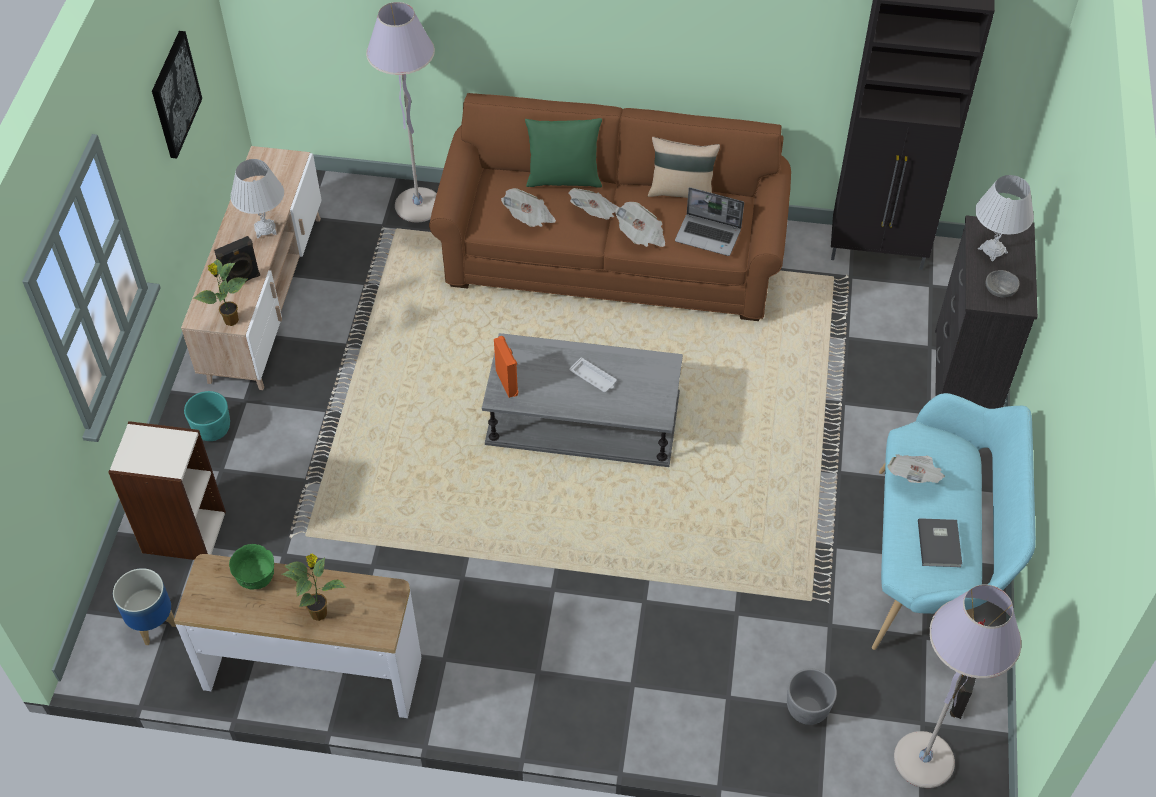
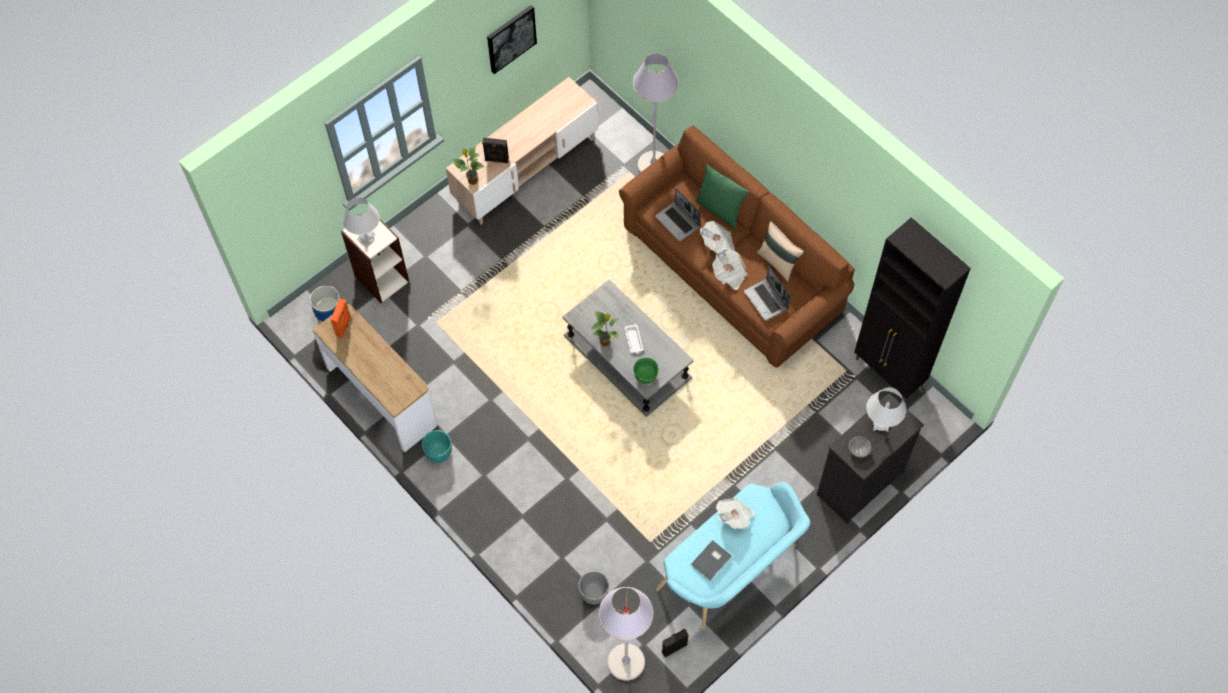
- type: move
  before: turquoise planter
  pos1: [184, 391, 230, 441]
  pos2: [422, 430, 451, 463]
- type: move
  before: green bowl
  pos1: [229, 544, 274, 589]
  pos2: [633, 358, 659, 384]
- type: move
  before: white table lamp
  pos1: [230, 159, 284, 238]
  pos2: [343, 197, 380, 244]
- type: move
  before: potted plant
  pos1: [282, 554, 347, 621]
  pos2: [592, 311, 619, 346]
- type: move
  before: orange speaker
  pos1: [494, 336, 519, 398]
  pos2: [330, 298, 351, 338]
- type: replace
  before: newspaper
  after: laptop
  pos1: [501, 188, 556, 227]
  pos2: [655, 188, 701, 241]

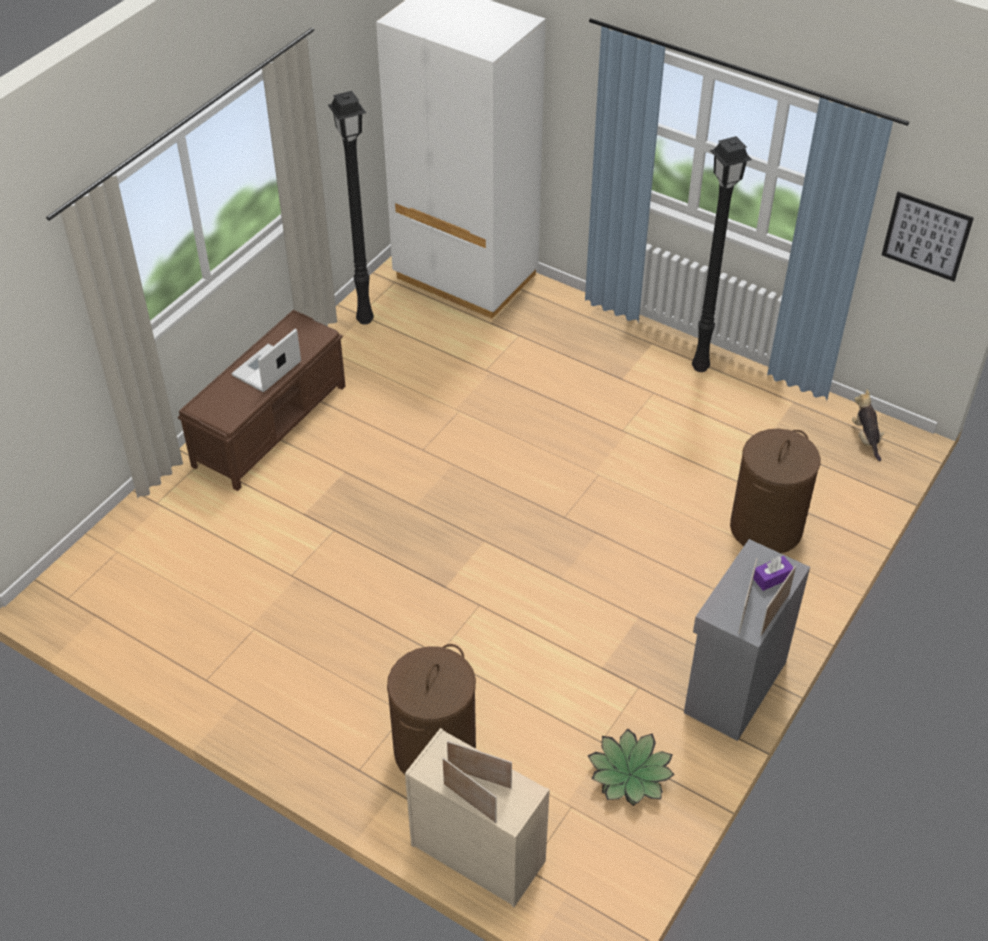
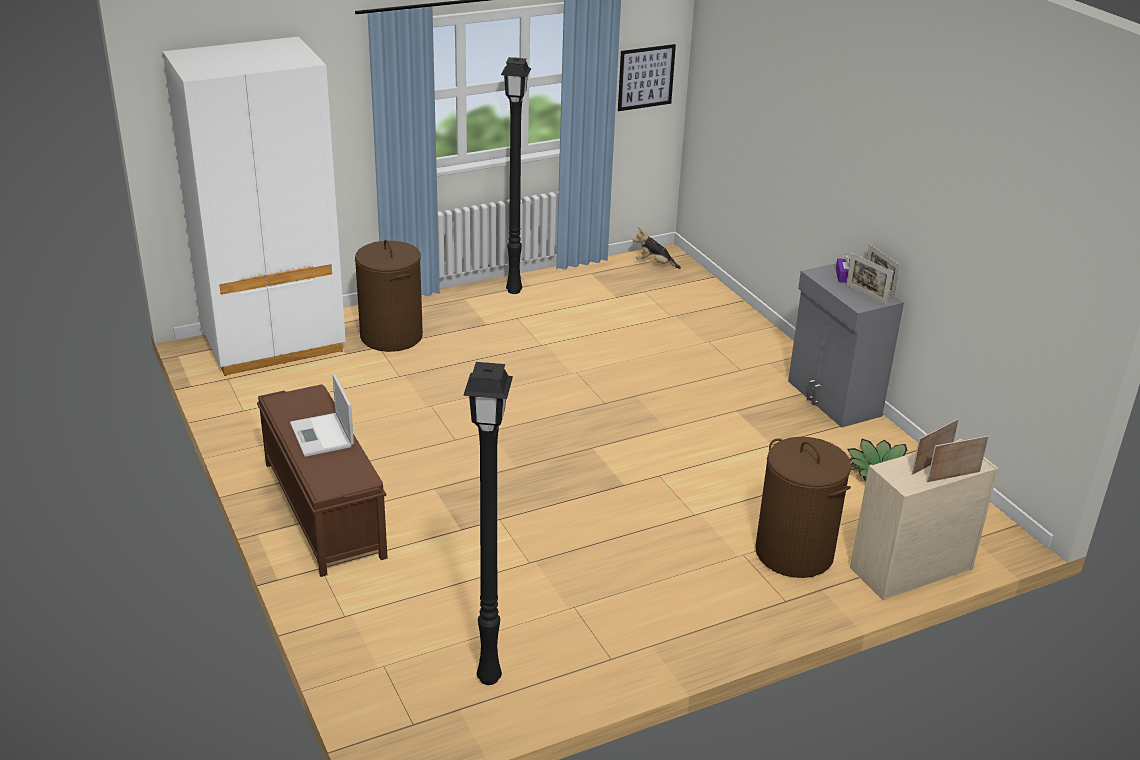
- type: move
  before: black floor lamp
  pos1: [328, 91, 374, 325]
  pos2: [463, 362, 513, 685]
- type: move
  before: brown laundry basket
  pos1: [730, 429, 821, 554]
  pos2: [355, 240, 423, 352]

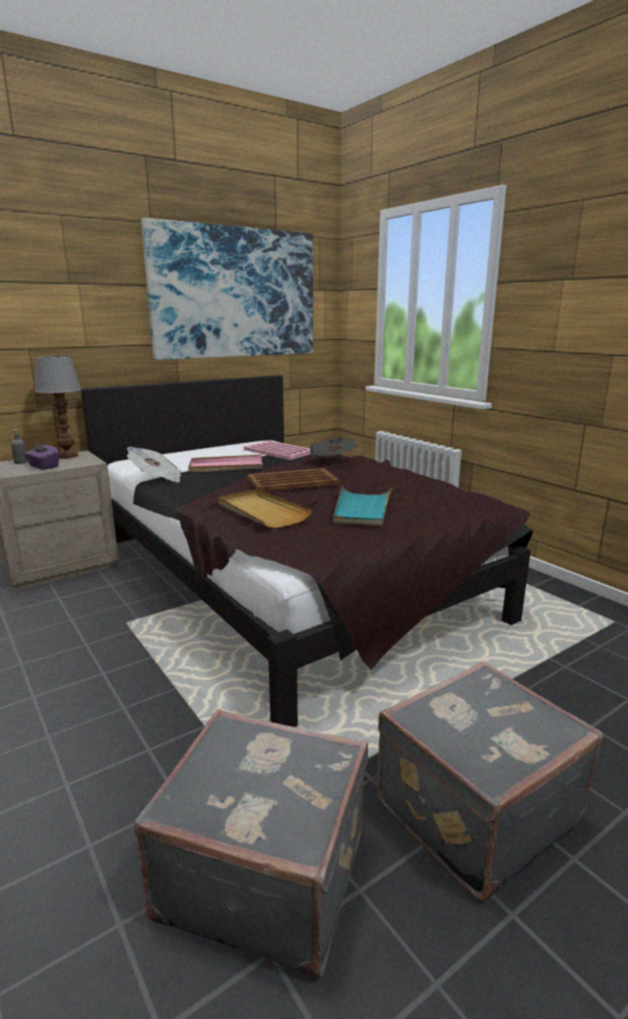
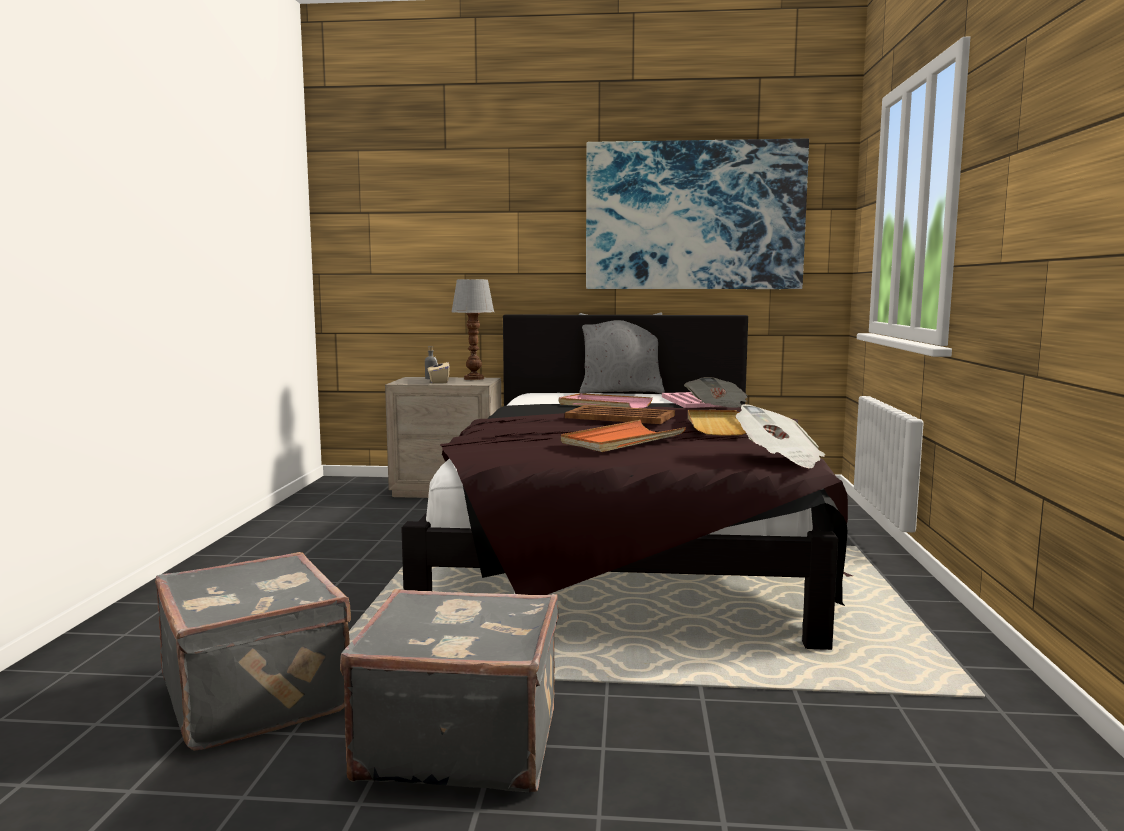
- type: insert
  after: grey pillow
  pos2: [579, 313, 665, 394]
- type: move
  before: newspaper
  pos1: [127, 447, 182, 482]
  pos2: [736, 404, 825, 469]
- type: move
  before: beige tray
  pos1: [219, 489, 312, 528]
  pos2: [688, 410, 746, 436]
- type: recolor
  before: purple tissue box
  after: beige tissue box
  pos1: [24, 442, 59, 470]
  pos2: [427, 358, 450, 383]
- type: recolor
  before: turquoise tray
  after: orange tray
  pos1: [333, 486, 392, 526]
  pos2: [561, 420, 686, 452]

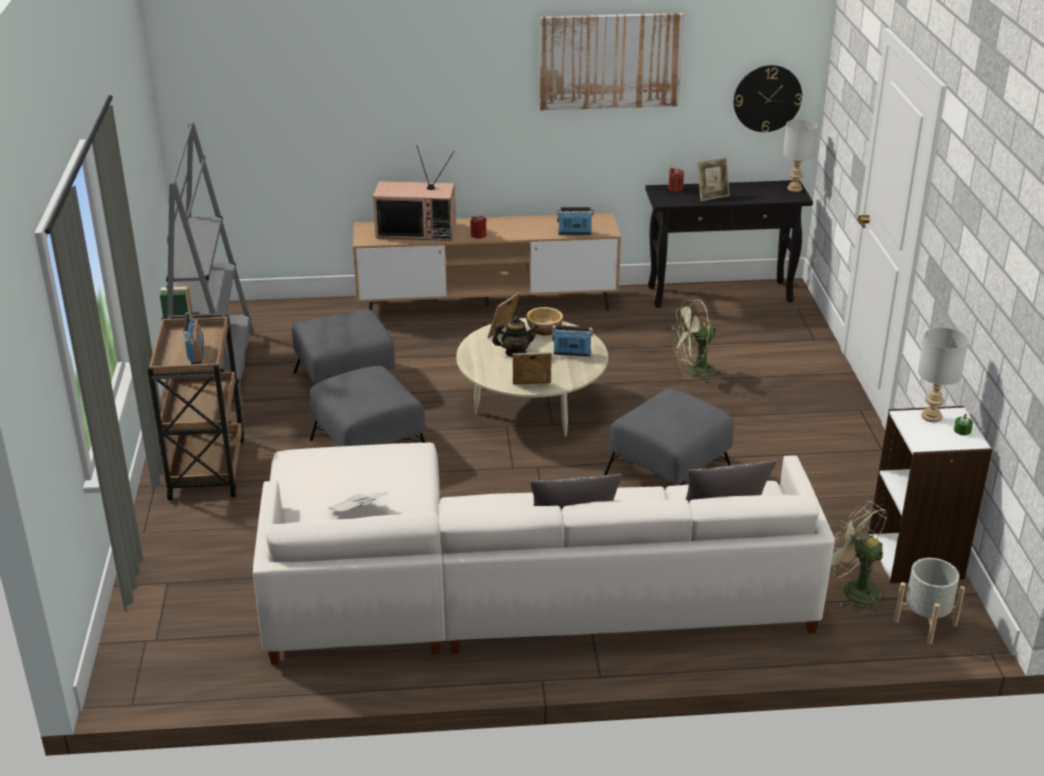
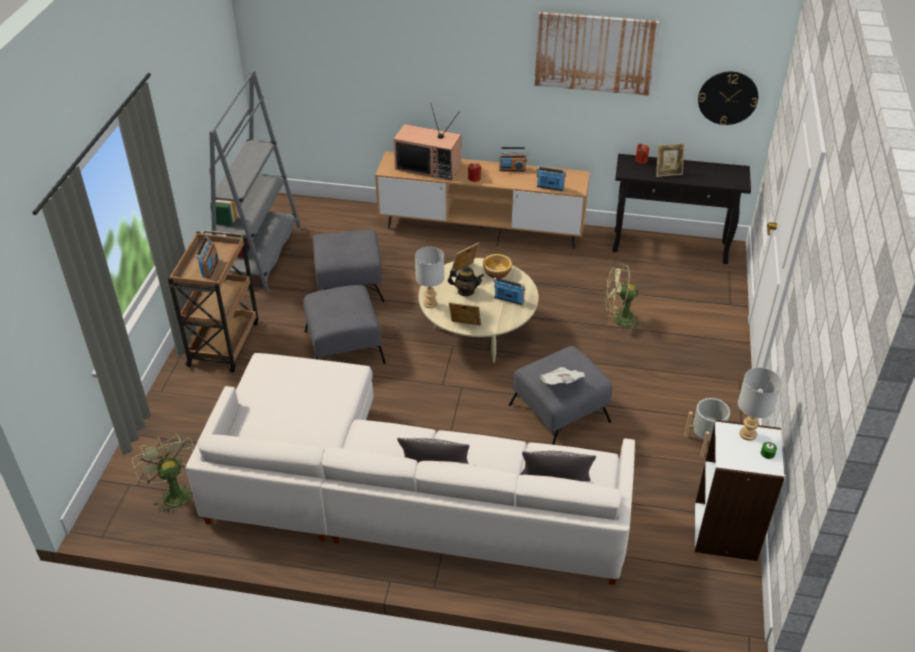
- type: insert
  after: radio
  pos2: [498, 147, 527, 171]
- type: move
  before: newspaper
  pos1: [328, 492, 388, 511]
  pos2: [540, 367, 585, 385]
- type: move
  before: grey table lamp
  pos1: [783, 119, 818, 192]
  pos2: [415, 247, 444, 308]
- type: move
  before: green fan
  pos1: [830, 501, 887, 612]
  pos2: [132, 433, 195, 515]
- type: move
  before: grey planter
  pos1: [894, 558, 965, 644]
  pos2: [684, 398, 730, 457]

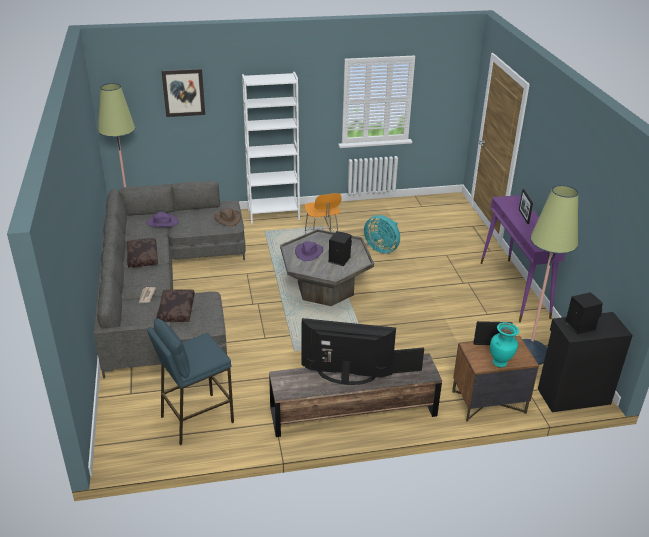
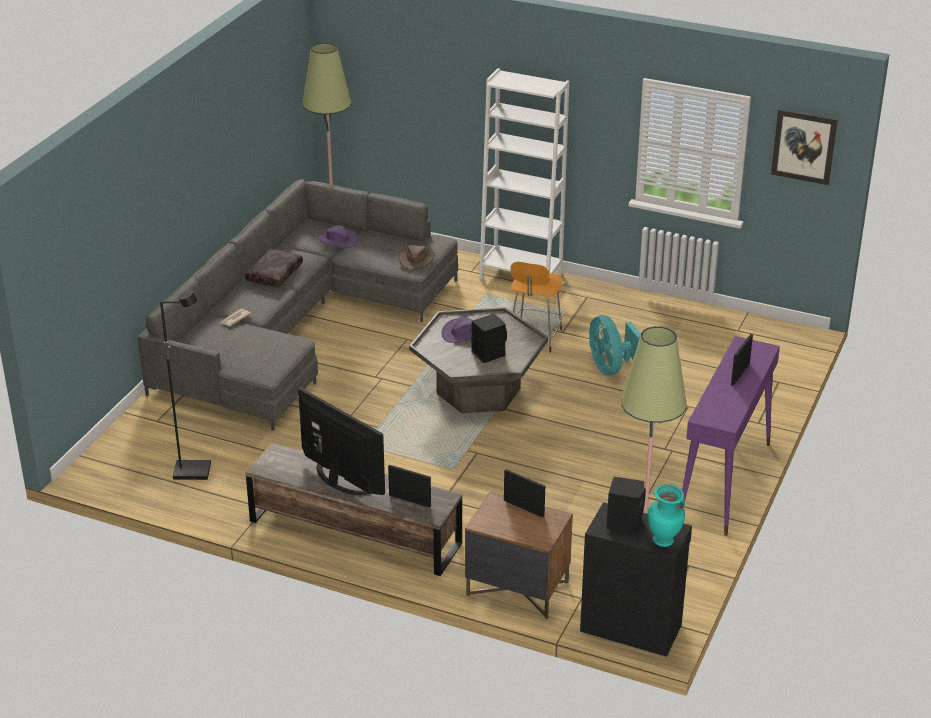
- type: delete
  before: brown pillow
  pos1: [156, 290, 195, 322]
- type: move
  before: picture
  pos1: [162, 69, 205, 117]
  pos2: [771, 109, 838, 185]
- type: move
  before: turquoise vase
  pos1: [490, 322, 519, 367]
  pos2: [648, 484, 685, 547]
- type: replace
  before: blue stool
  after: black floor lamp
  pos1: [147, 318, 234, 445]
  pos2: [160, 290, 211, 480]

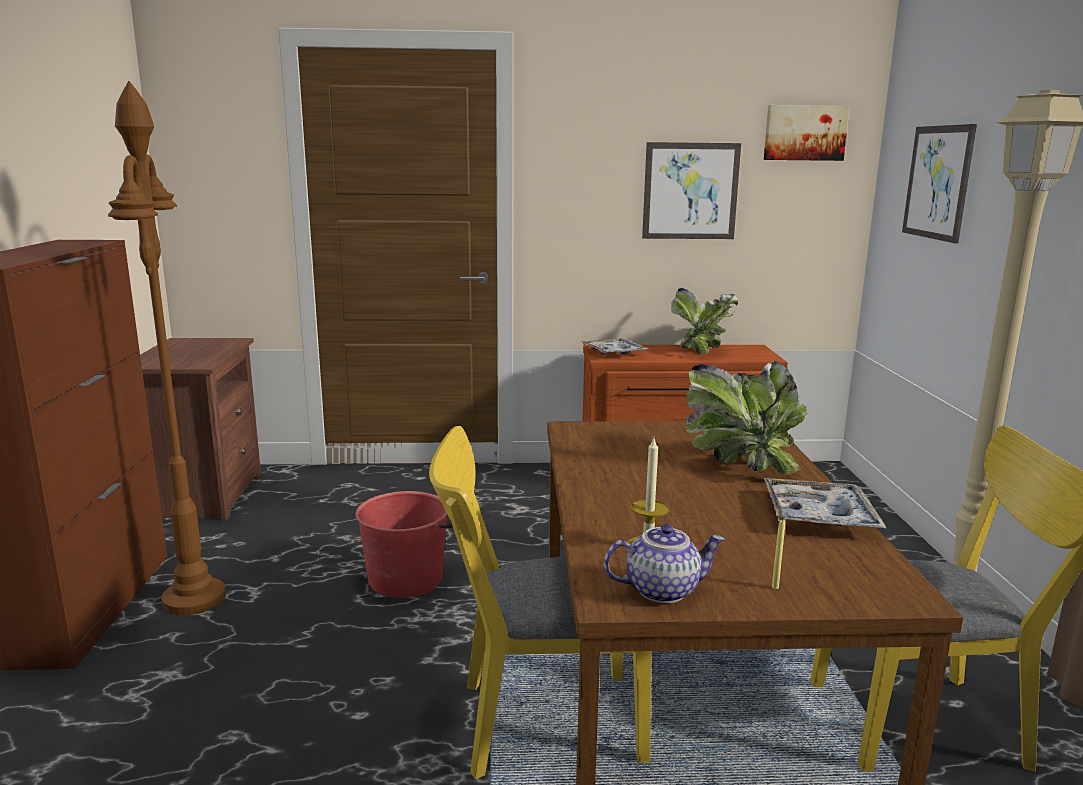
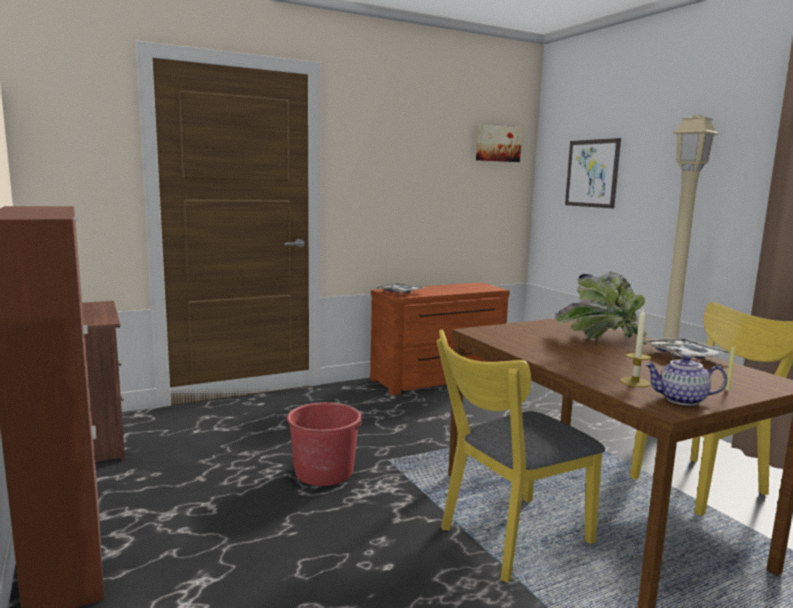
- type: delete
  before: brown floor lamp
  pos1: [108, 81, 226, 615]
- type: delete
  before: picture
  pos1: [642, 142, 741, 239]
- type: delete
  before: potted plant
  pos1: [671, 288, 738, 354]
- type: rotate
  before: teapot
  pos1: [604, 524, 725, 603]
  pos2: [644, 355, 727, 406]
  turn: -135

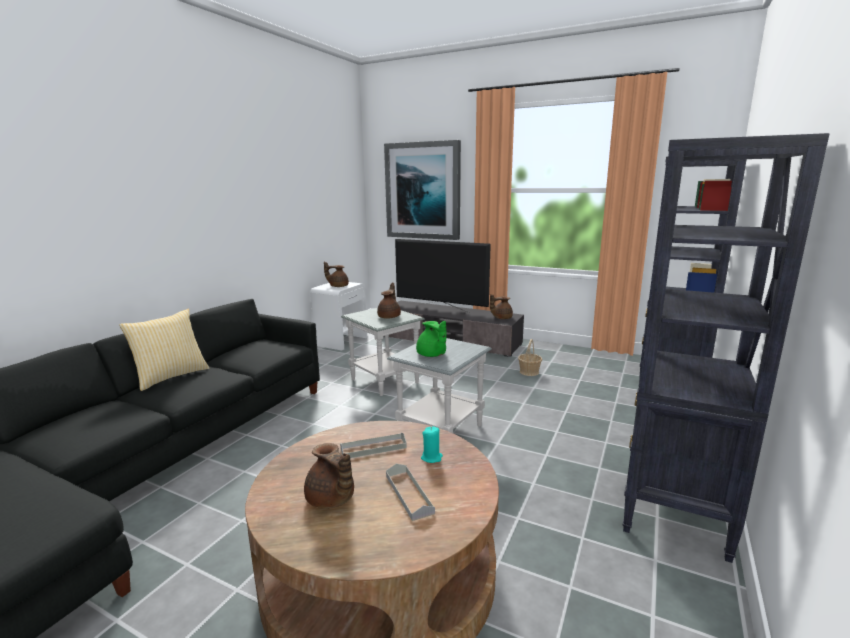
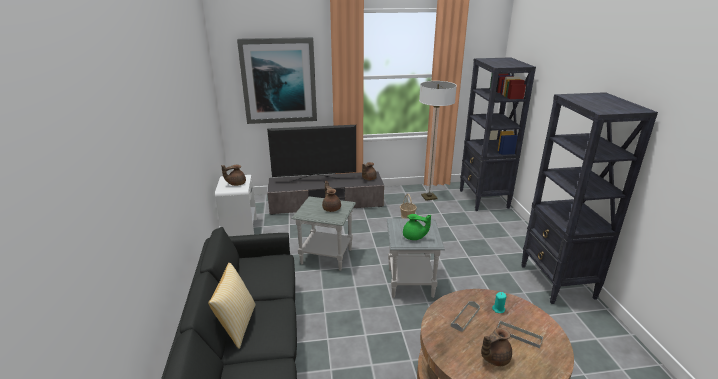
- type: insert
  after: floor lamp
  pos2: [419, 81, 457, 201]
- type: rotate
  before: brown teapot
  pos1: [304, 443, 354, 509]
  pos2: [481, 327, 512, 366]
  turn: 135

